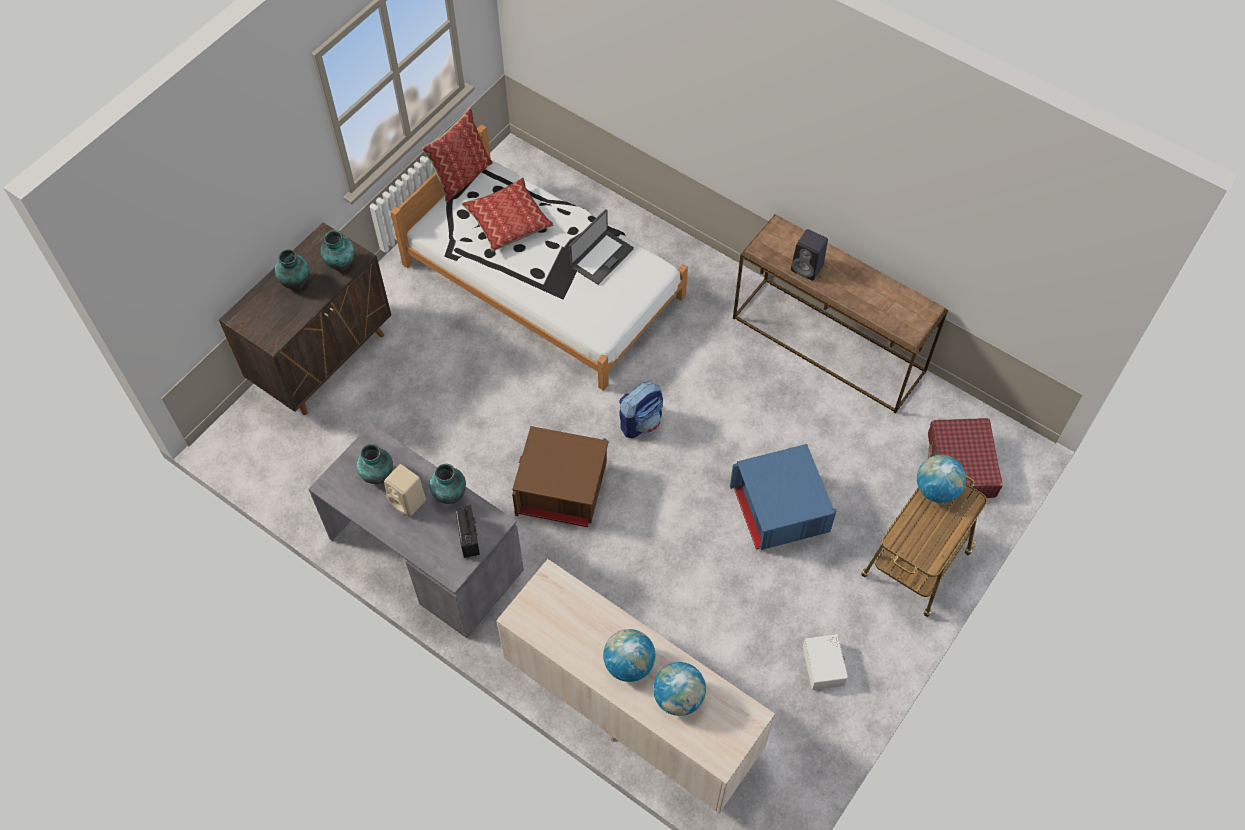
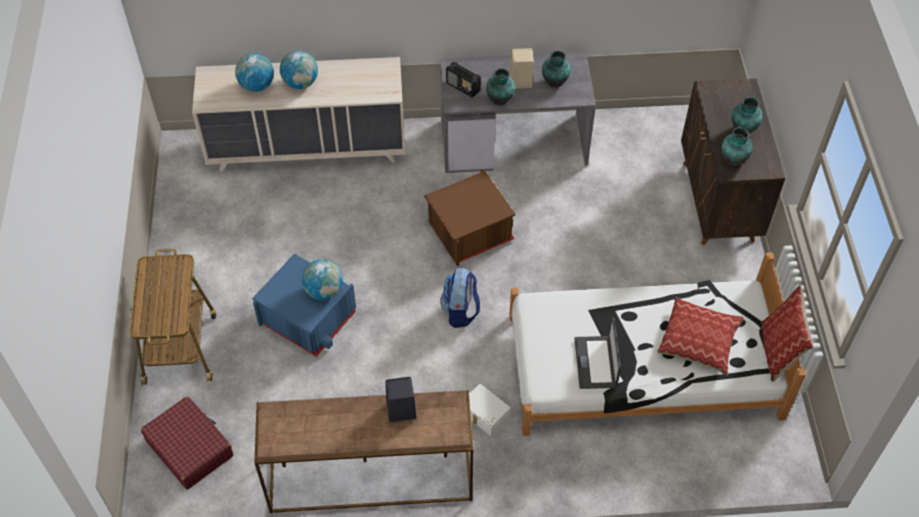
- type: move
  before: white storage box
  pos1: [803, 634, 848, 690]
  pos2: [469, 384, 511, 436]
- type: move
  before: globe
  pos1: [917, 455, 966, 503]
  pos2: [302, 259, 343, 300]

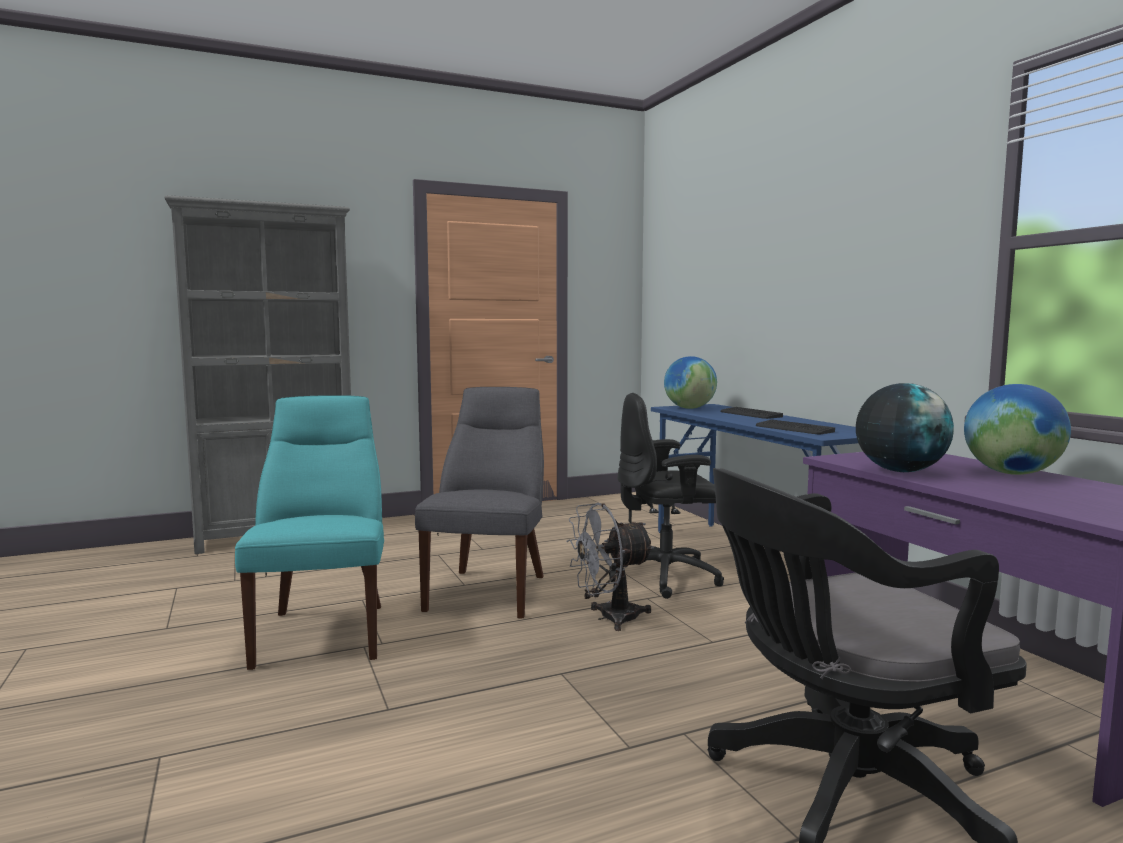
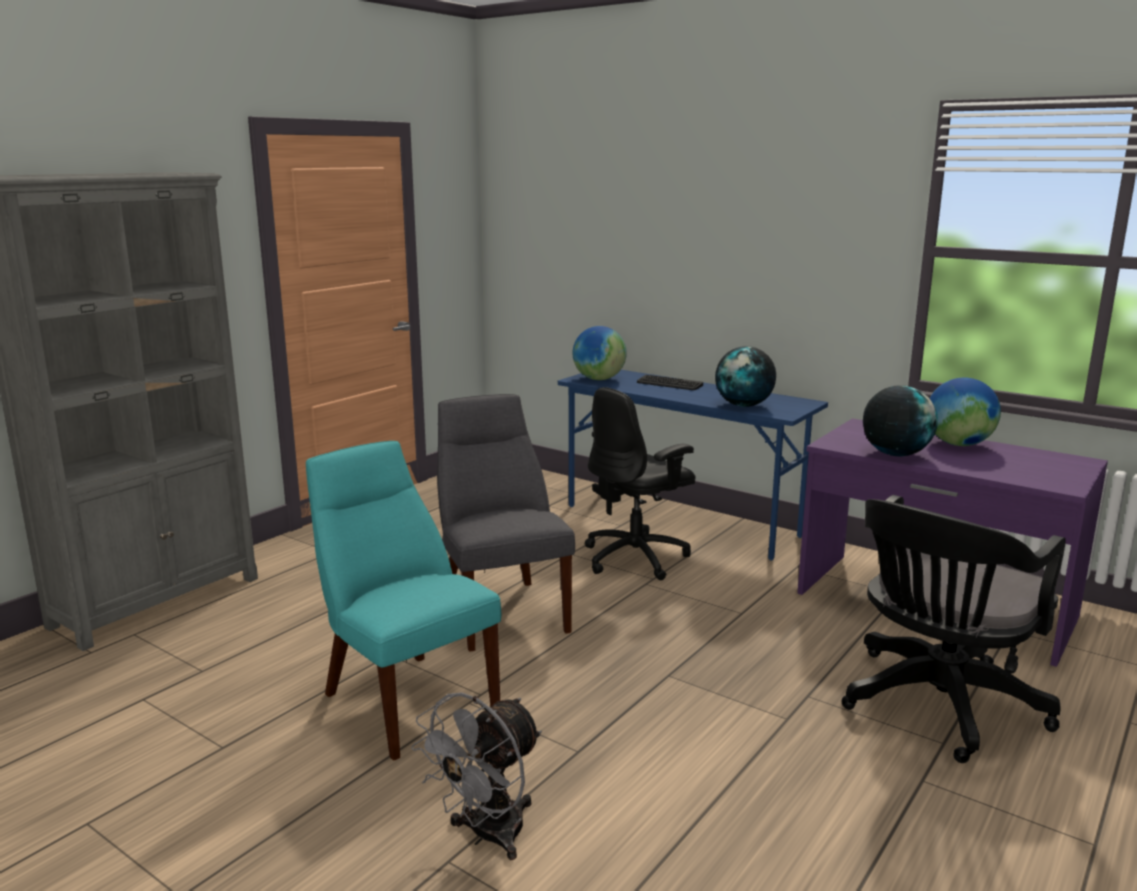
- type: move
  before: grey fan
  pos1: [567, 503, 655, 631]
  pos2: [411, 692, 542, 860]
- type: replace
  before: keyboard
  after: globe
  pos1: [756, 420, 835, 434]
  pos2: [715, 346, 776, 407]

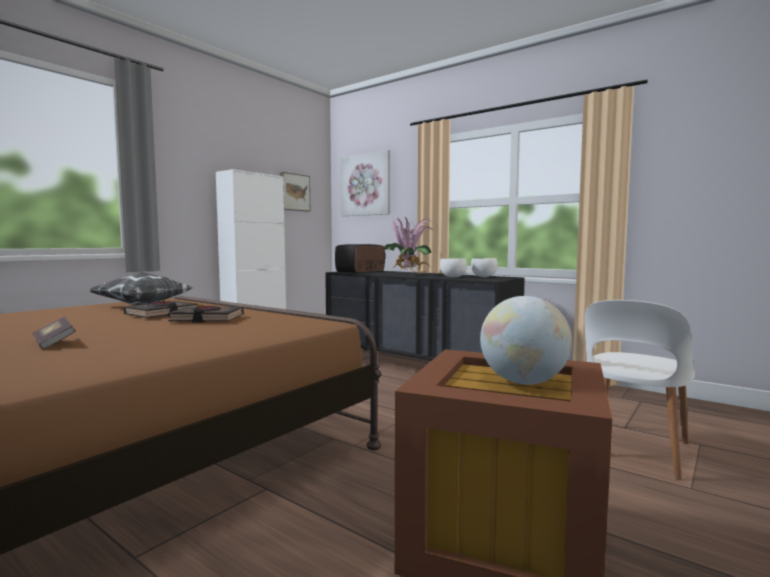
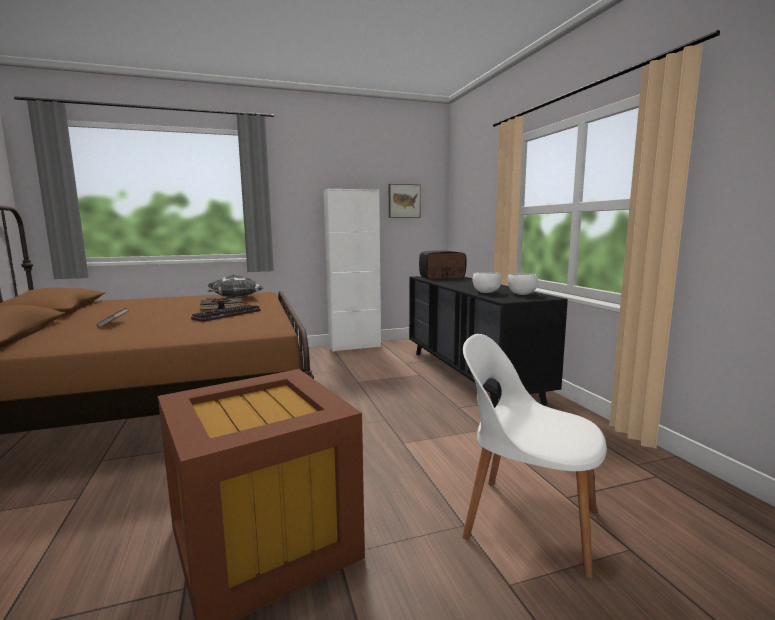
- type: delete
  before: picture
  pos1: [341, 150, 390, 216]
- type: delete
  before: potted plant
  pos1: [383, 216, 436, 275]
- type: delete
  before: globe
  pos1: [480, 296, 572, 385]
- type: replace
  before: black book
  after: keyboard
  pos1: [168, 306, 243, 323]
  pos2: [191, 304, 261, 322]
- type: rotate
  before: white chair
  pos1: [584, 300, 695, 480]
  pos2: [463, 334, 607, 578]
  turn: 45

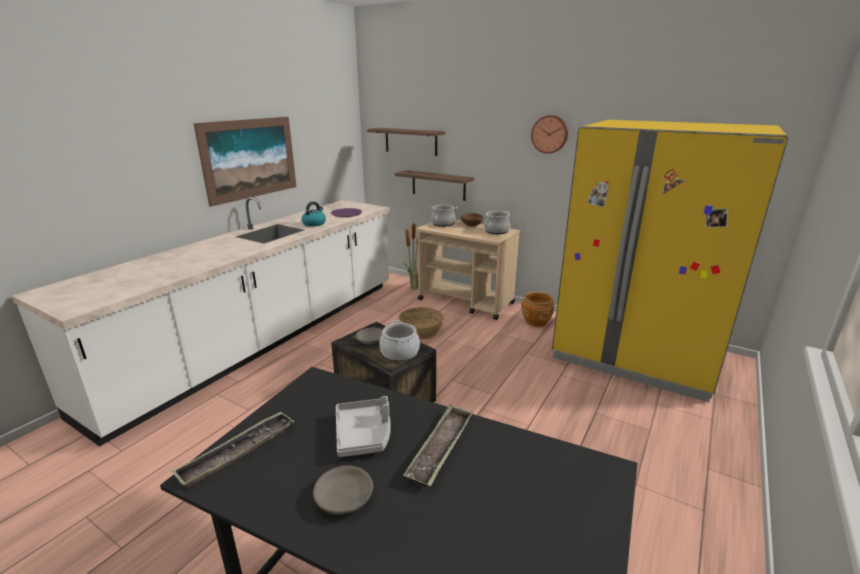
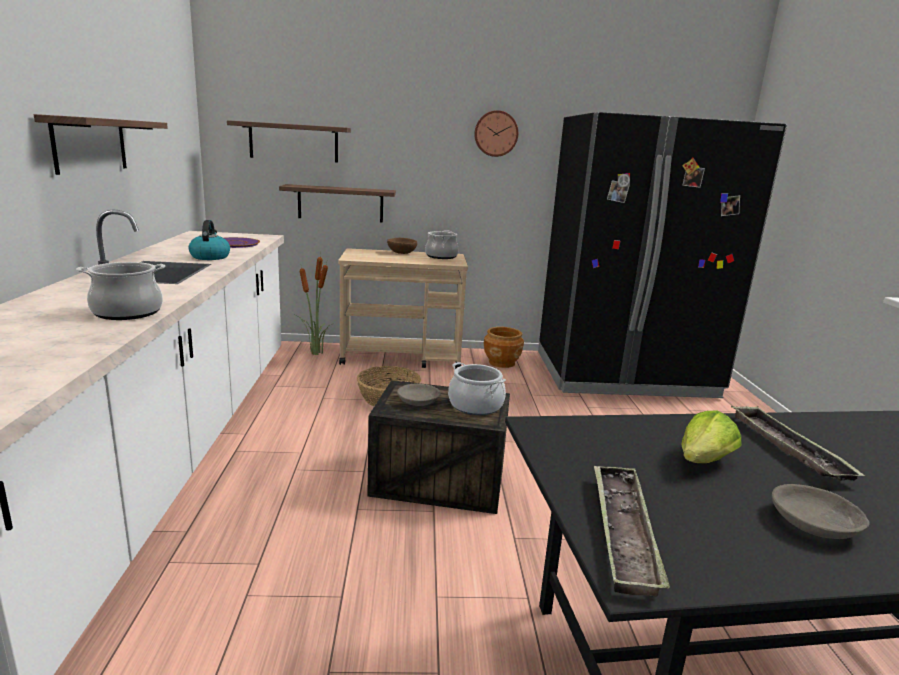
- type: move
  before: cooking pot
  pos1: [429, 205, 458, 227]
  pos2: [76, 262, 165, 320]
- type: replace
  before: picture
  after: shelf
  pos1: [193, 117, 297, 207]
  pos2: [34, 114, 168, 175]
- type: replace
  before: grey tray
  after: lettuce
  pos1: [336, 396, 391, 457]
  pos2: [682, 410, 742, 463]
- type: recolor
  before: yellow fridge
  after: black fridge
  pos1: [552, 120, 789, 403]
  pos2: [538, 112, 787, 398]

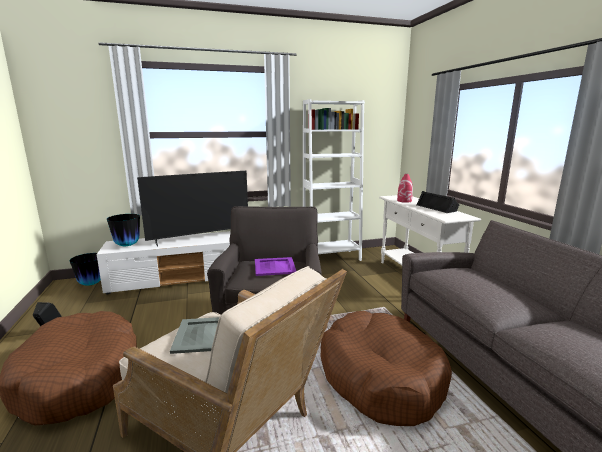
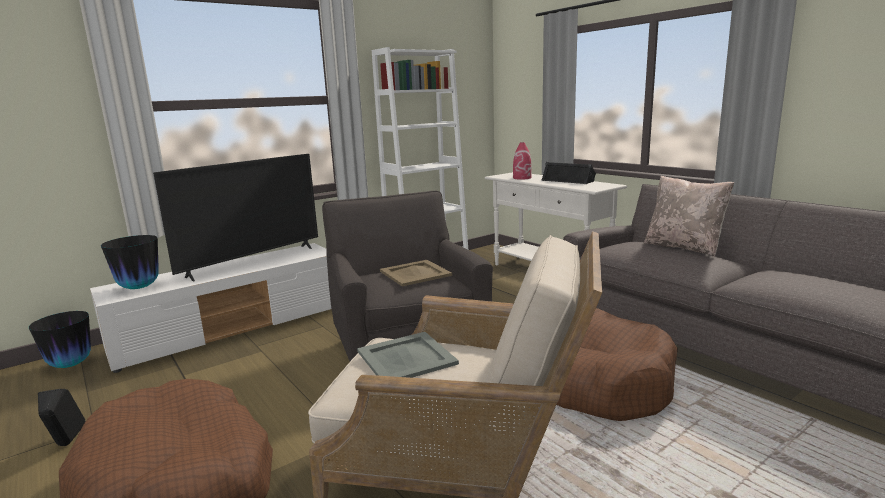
- type: insert
  after: beige pillow
  pos2: [644, 175, 734, 257]
- type: recolor
  before: purple tray
  after: beige tray
  pos1: [255, 257, 296, 276]
  pos2: [380, 260, 452, 286]

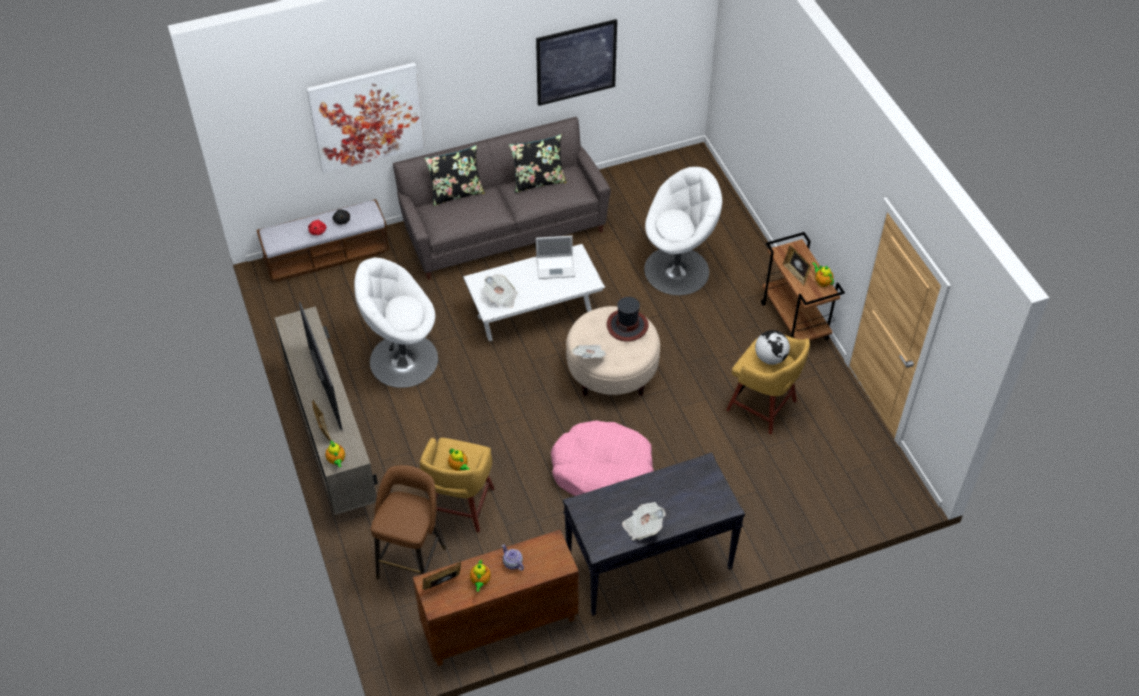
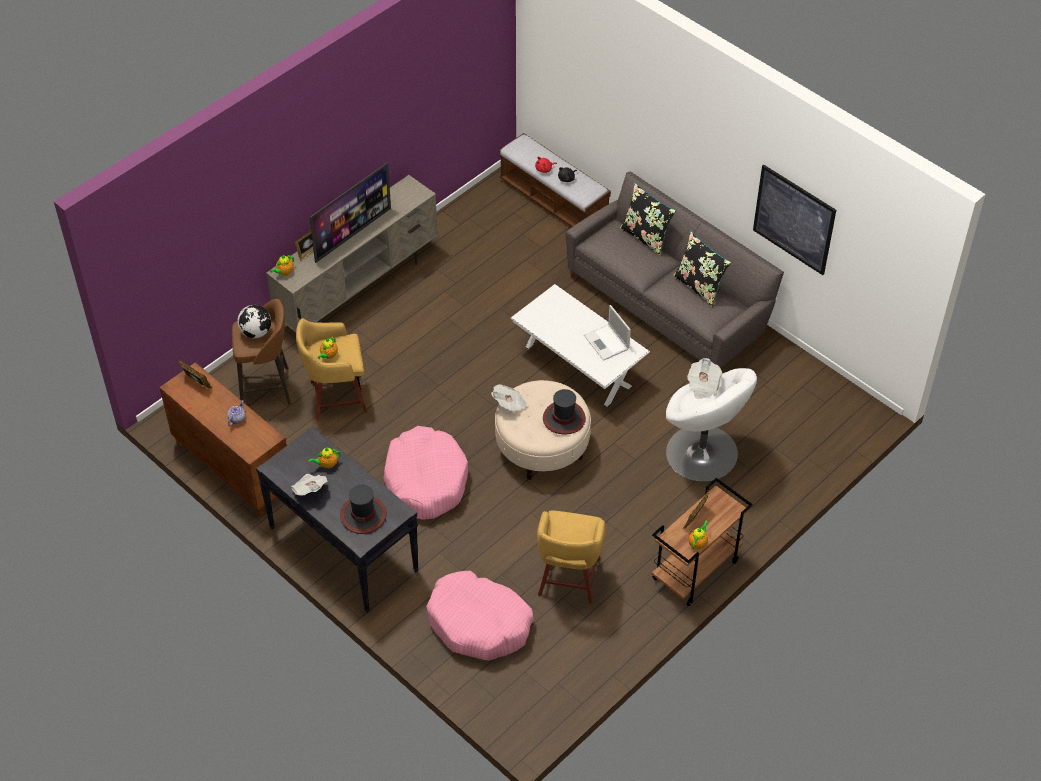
- type: delete
  before: picture
  pos1: [307, 62, 425, 173]
- type: delete
  before: white armchair
  pos1: [354, 258, 438, 388]
- type: insert
  after: hat
  pos2: [340, 485, 387, 534]
- type: insert
  after: pink dog bed
  pos2: [426, 571, 534, 660]
- type: move
  before: teapot
  pos1: [470, 559, 491, 592]
  pos2: [308, 448, 341, 469]
- type: move
  before: newspaper
  pos1: [484, 274, 518, 308]
  pos2: [687, 358, 722, 399]
- type: move
  before: globe
  pos1: [755, 330, 790, 365]
  pos2: [237, 305, 271, 338]

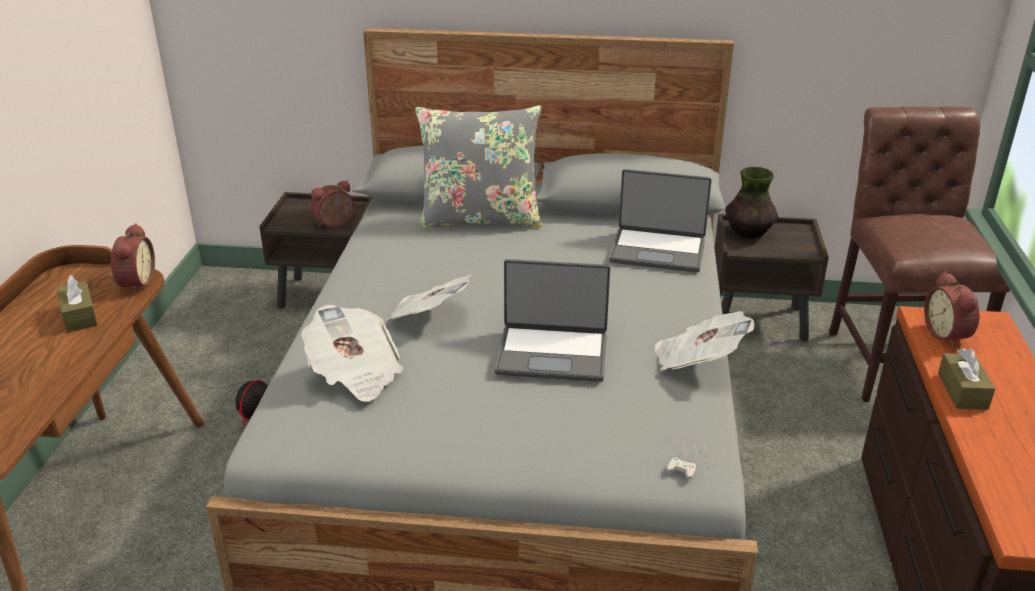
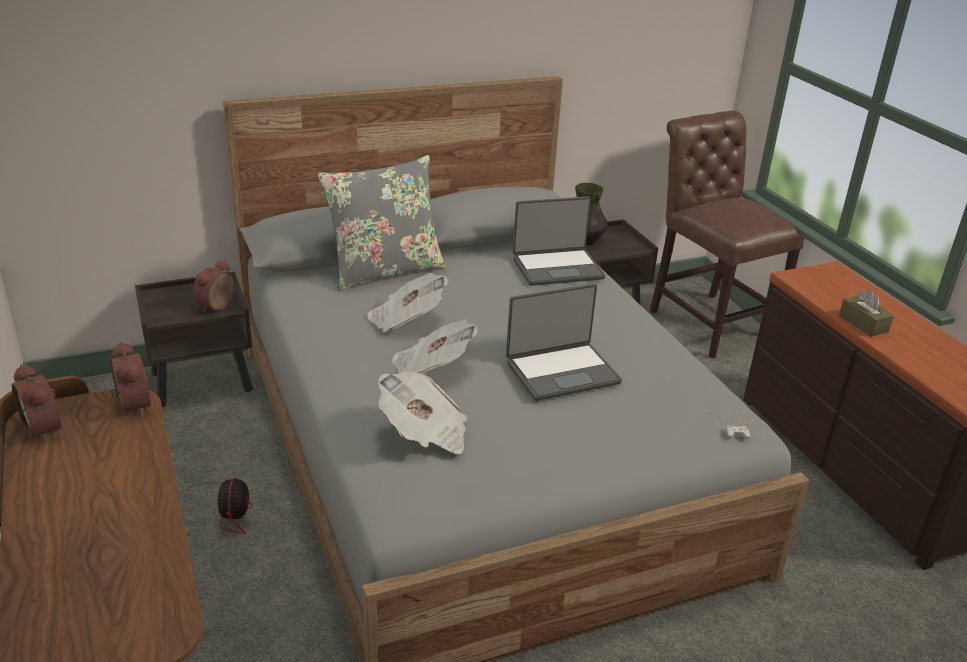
- type: delete
  before: brown tissue box
  pos1: [57, 275, 98, 333]
- type: move
  before: newspaper
  pos1: [655, 311, 755, 371]
  pos2: [367, 273, 448, 333]
- type: move
  before: alarm clock
  pos1: [924, 271, 979, 347]
  pos2: [12, 364, 61, 442]

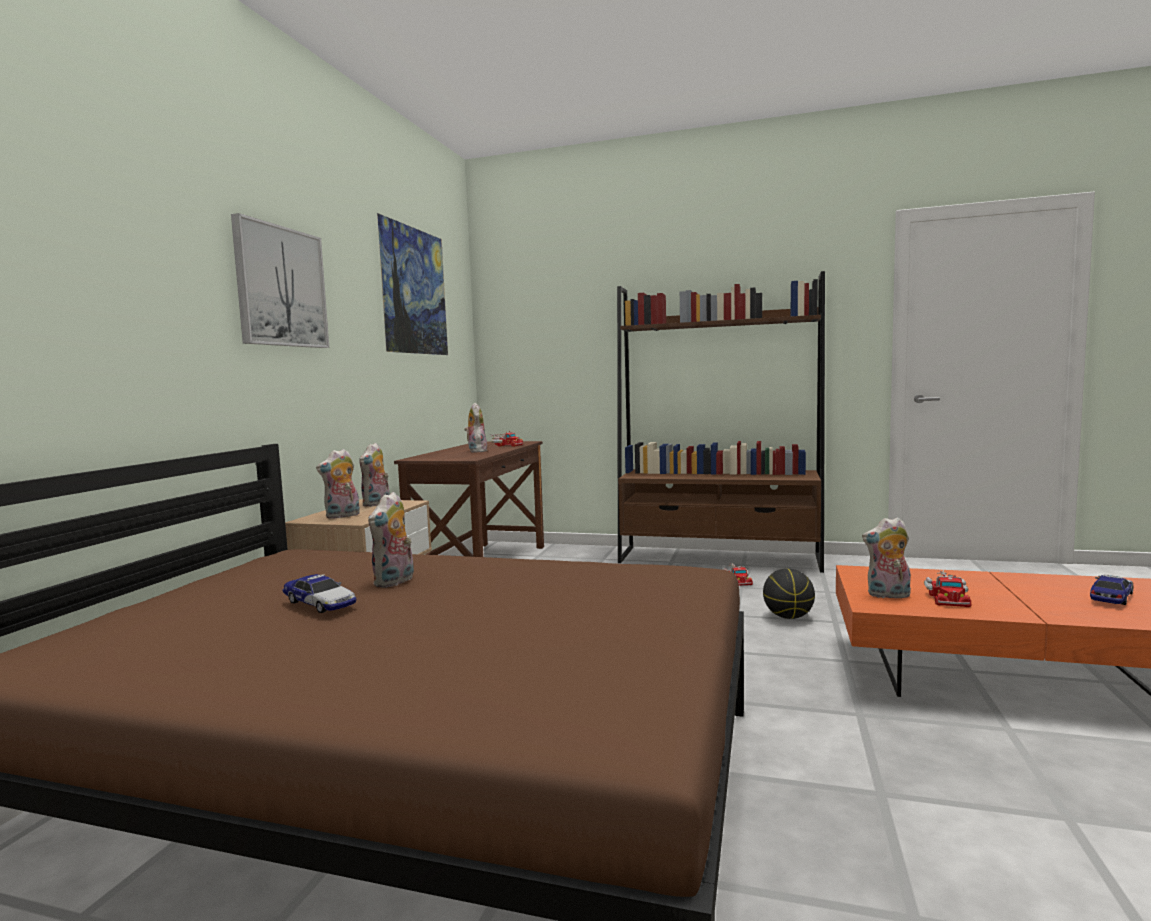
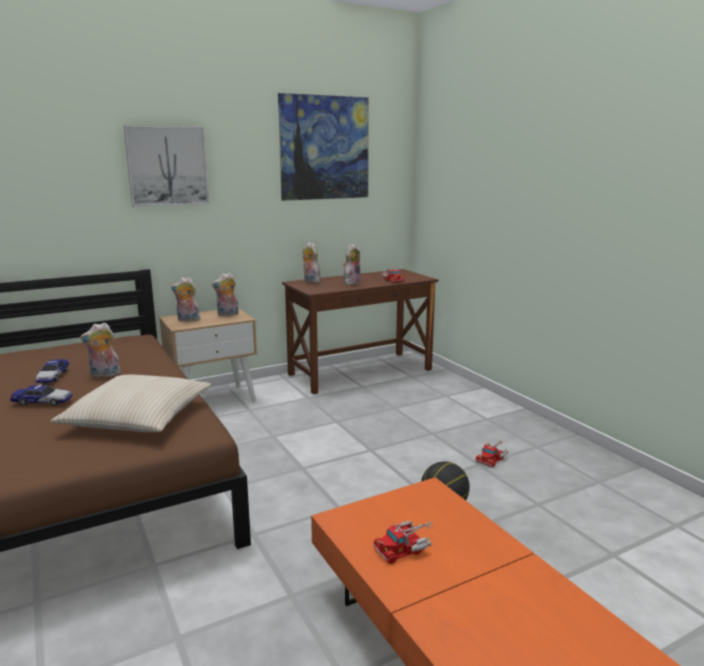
- type: delete
  before: brown bookcase
  pos1: [617, 271, 825, 573]
- type: insert
  after: beige pillow
  pos2: [51, 375, 211, 432]
- type: move
  before: plush toy
  pos1: [862, 517, 911, 598]
  pos2: [303, 243, 321, 283]
- type: move
  before: toy car
  pos1: [1090, 575, 1133, 605]
  pos2: [10, 384, 72, 406]

